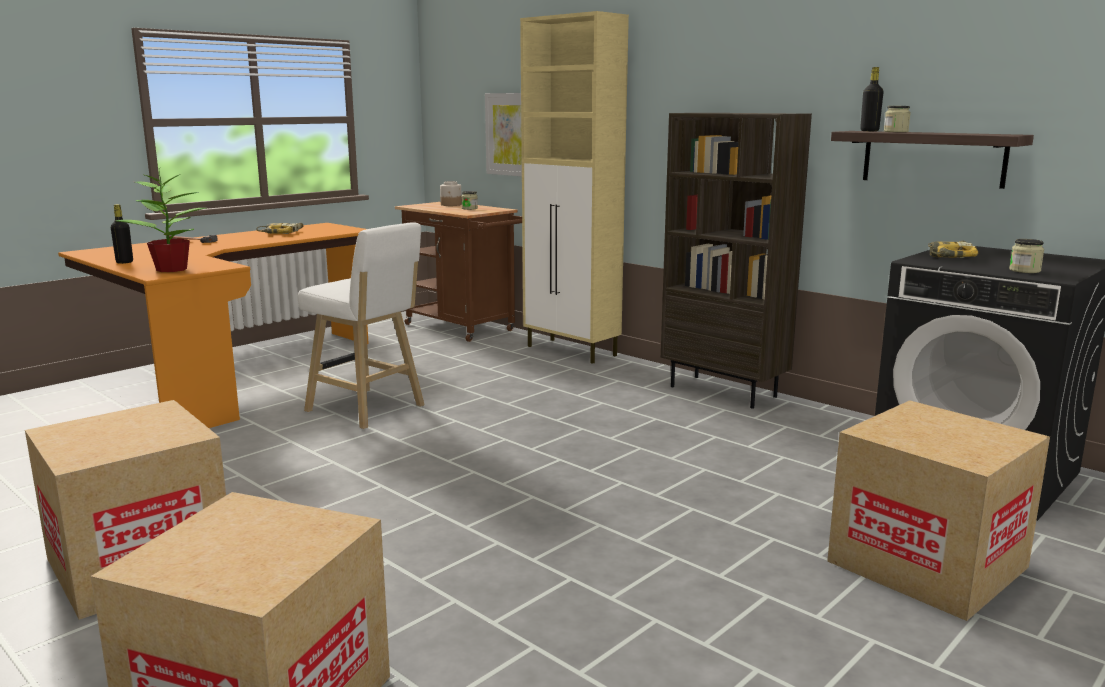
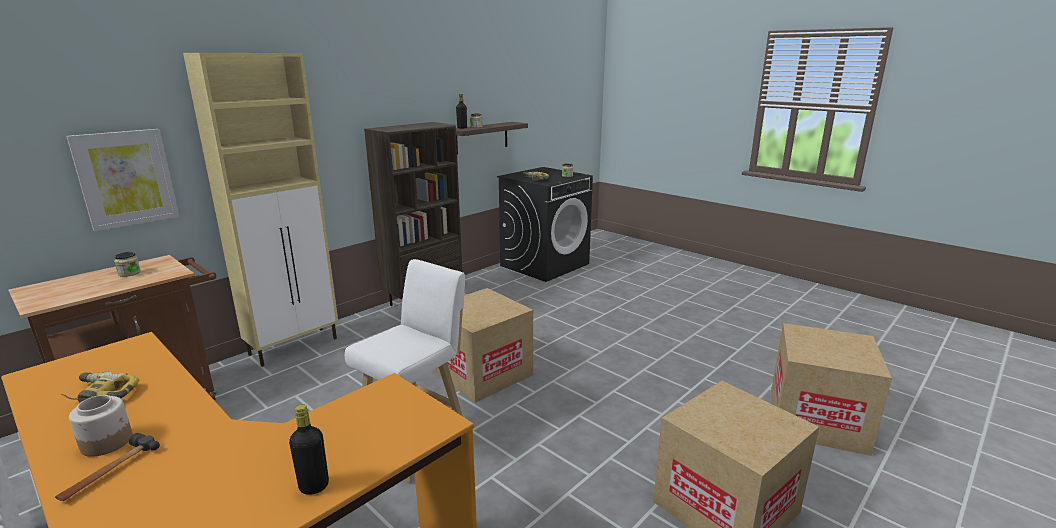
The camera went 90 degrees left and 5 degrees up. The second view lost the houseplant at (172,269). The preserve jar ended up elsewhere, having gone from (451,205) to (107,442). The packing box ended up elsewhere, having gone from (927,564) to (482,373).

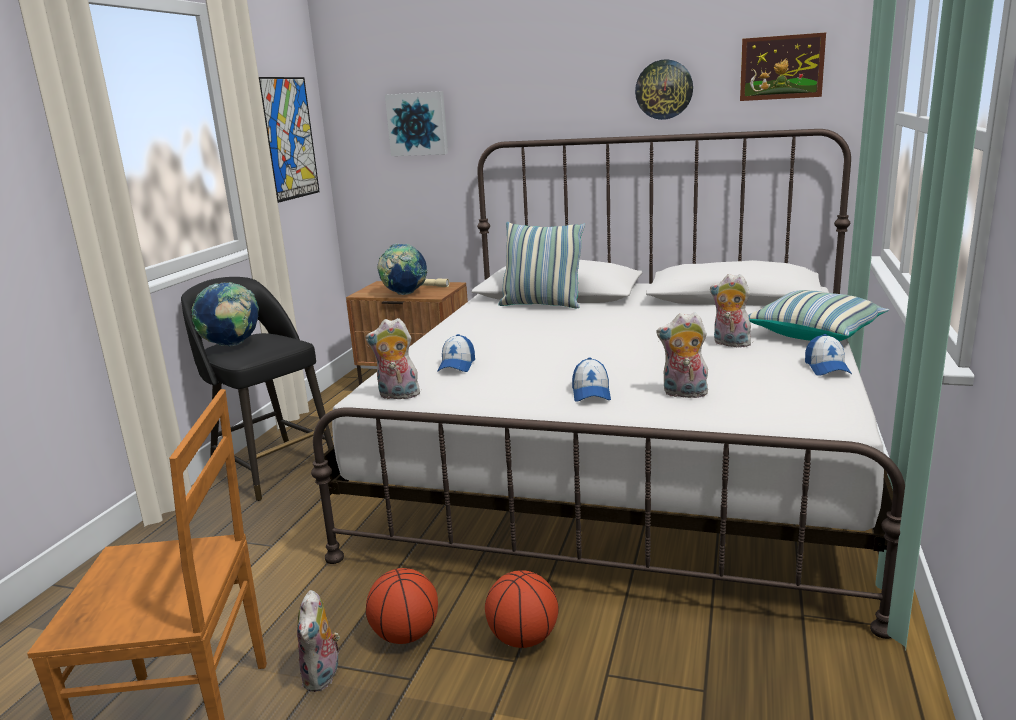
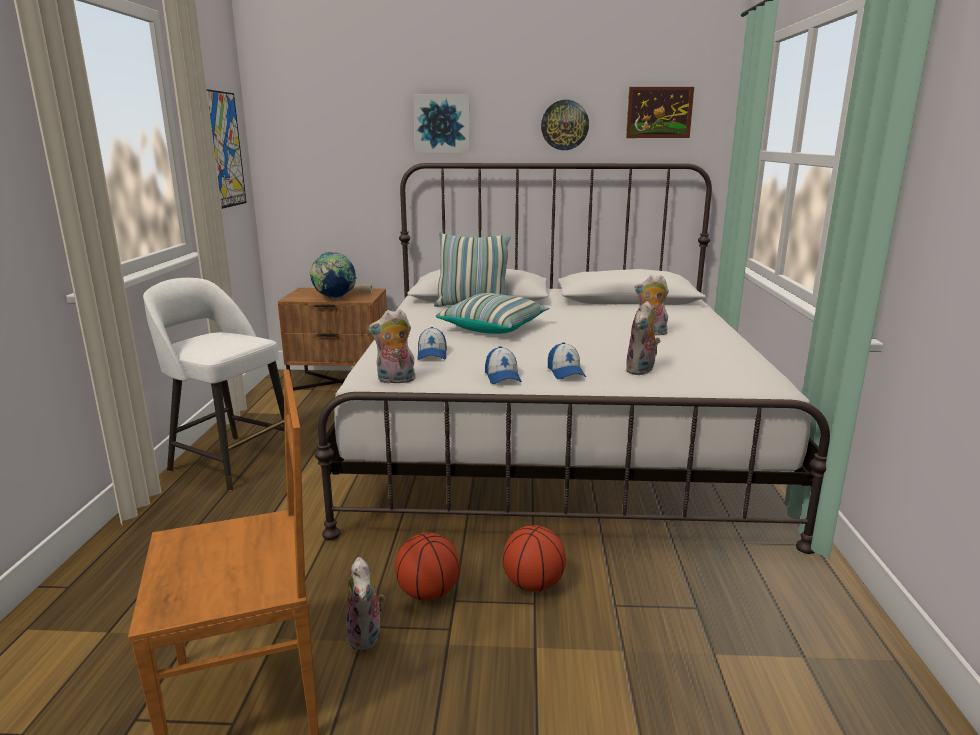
The camera went 15 degrees left and 0 degrees up. The wall picture ended up elsewhere, having gone from (418,124) to (442,123). What was the stool seat (black-coloured) at (272,468) turned into the stool seat (white) at (230,461). The second view lost the globe at (232,345). The cushion ended up elsewhere, having gone from (815,333) to (493,328). The soft toy at (683,394) ended up facing another way, 60 degrees counterclockwise from before. The baseball cap ended up elsewhere, having gone from (827,368) to (502,377).

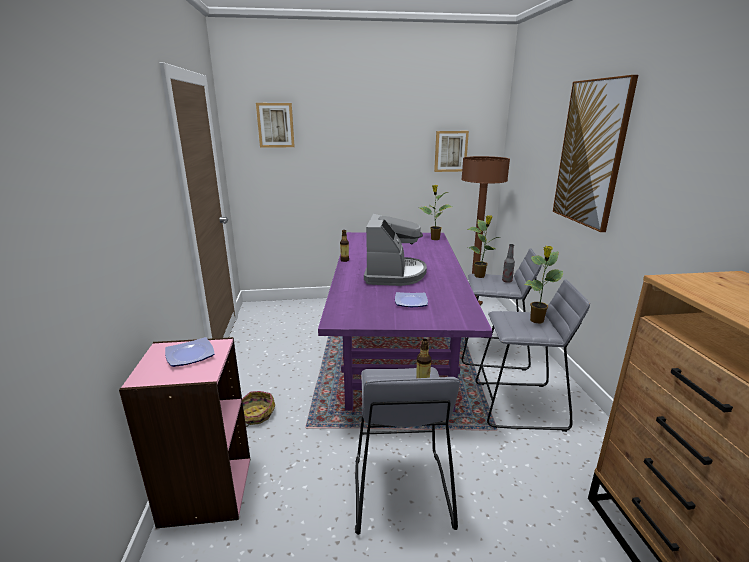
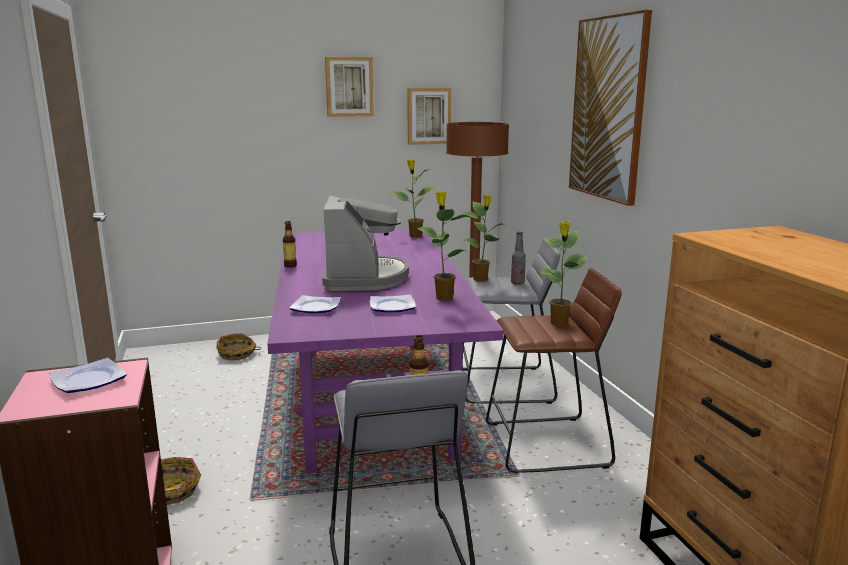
The camera went 10 degrees left and 5 degrees down. The wall picture ended up elsewhere, having gone from (275,125) to (349,87). What was the stool seat (grey) at (519,406) turned into the stool seat (brown) at (546,445). The second view gained the houseplant at (443,297). The second view gained the plate at (317,307). The second view gained the storage basket at (237,354).

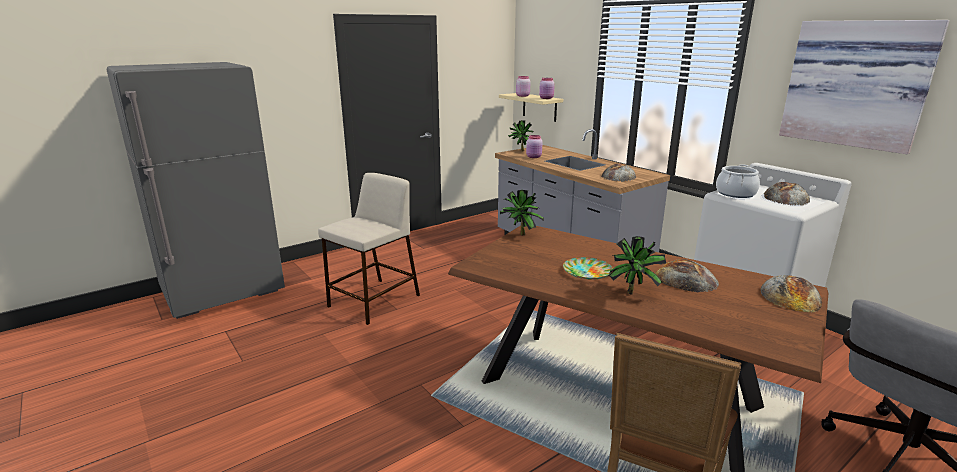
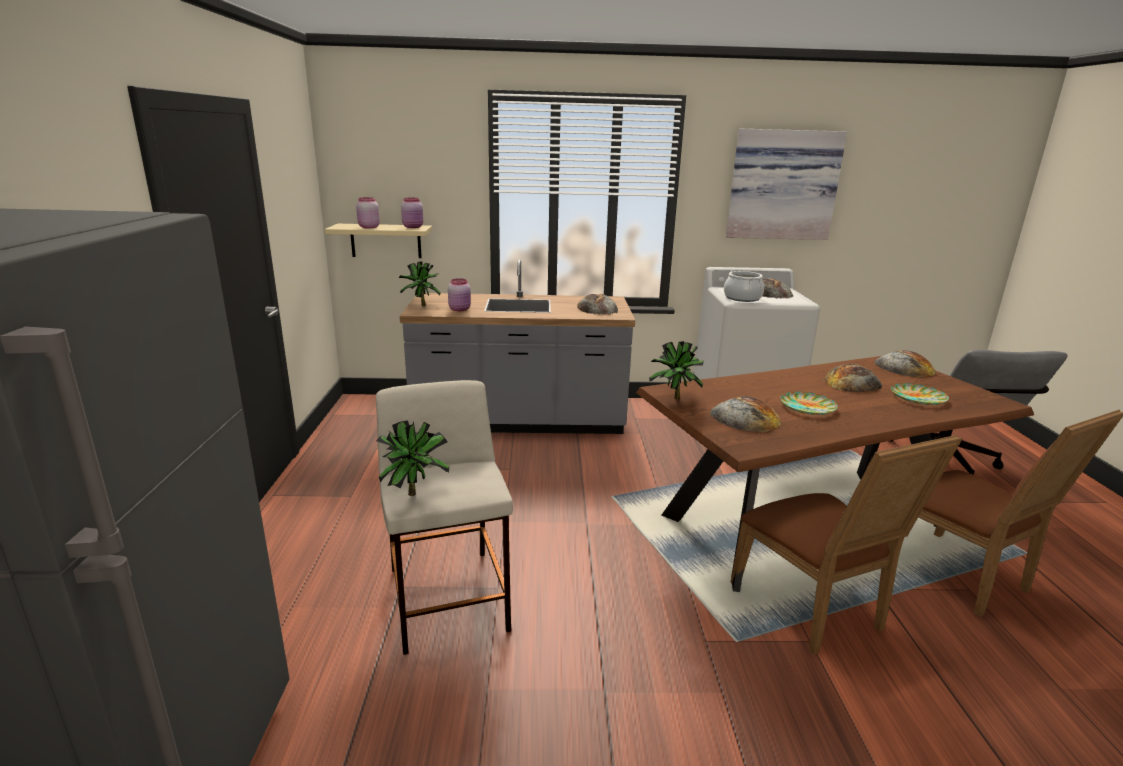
The camera went 55 degrees left and 0 degrees up. The houseplant ended up elsewhere, having gone from (633,292) to (415,492). The second view gained the plate at (918,398). The second view gained the bread at (745,418). The second view gained the plain chair (brown) at (813,609).

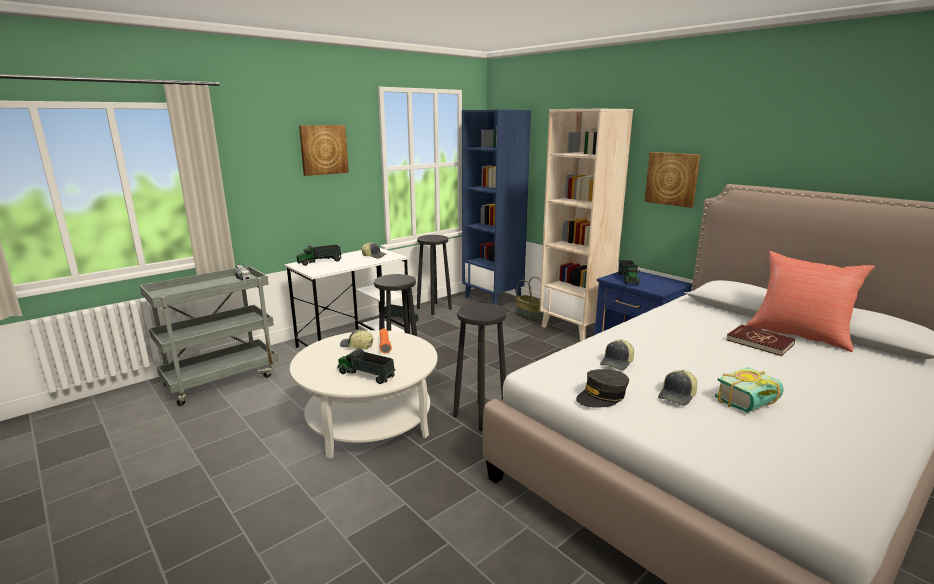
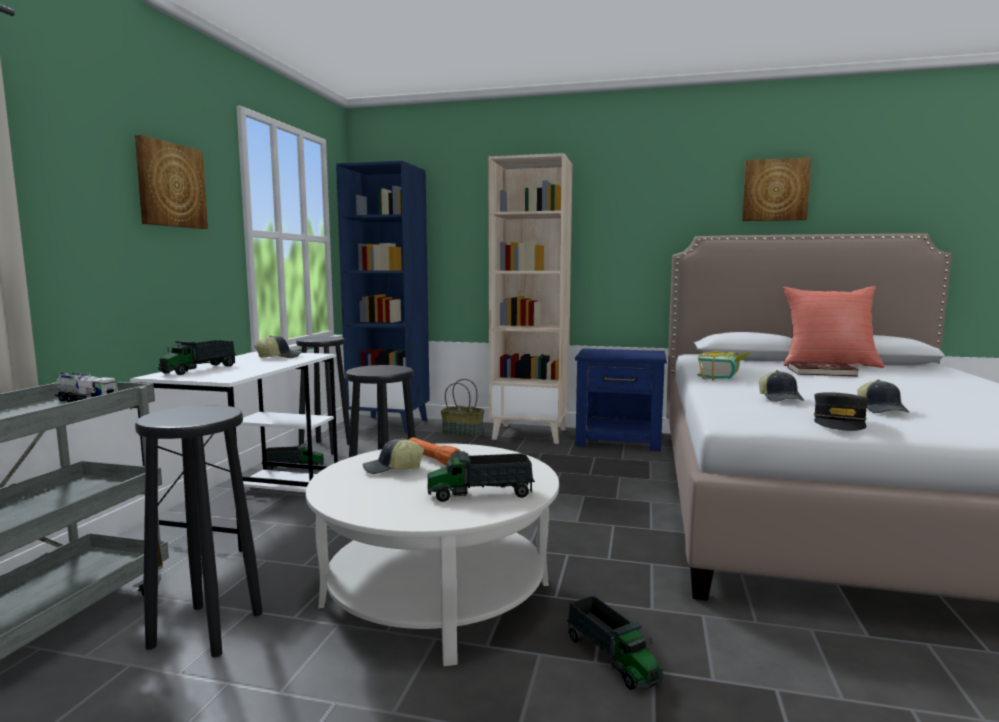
The camera went 35 degrees left and 10 degrees down. The wall picture ended up elsewhere, having gone from (672,179) to (775,190). The model truck ended up elsewhere, having gone from (628,279) to (612,658). The stool seat (black-coloured) ended up elsewhere, having gone from (481,416) to (208,629). The book ended up elsewhere, having gone from (752,404) to (723,377).

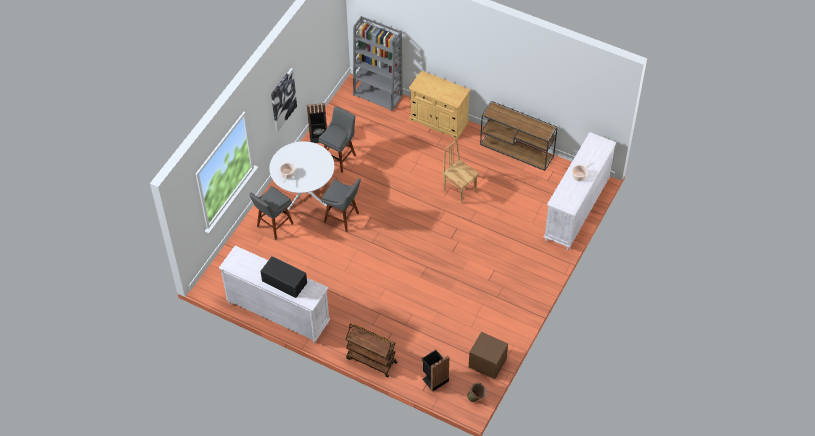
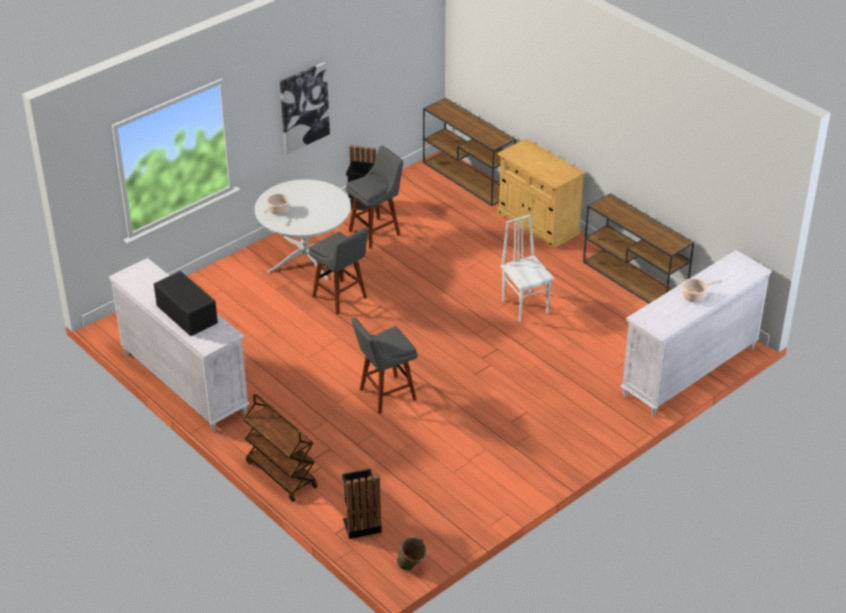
The camera went 20 degrees right and 15 degrees down. Where the bookcase (grey) stood at (378,95), the hall table (brown) came to stand at (468,178). What was the plain chair (brown) at (459,190) turned into the plain chair (white) at (525,306). The stool seat (grey) ended up elsewhere, having gone from (273,226) to (384,395). The second view lost the night table (brown) at (487,363).

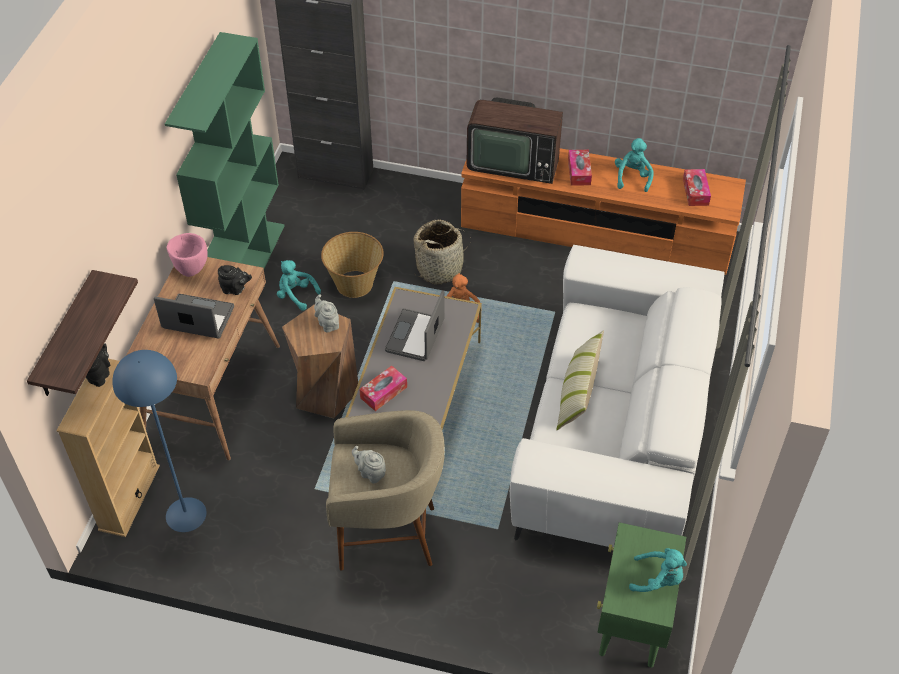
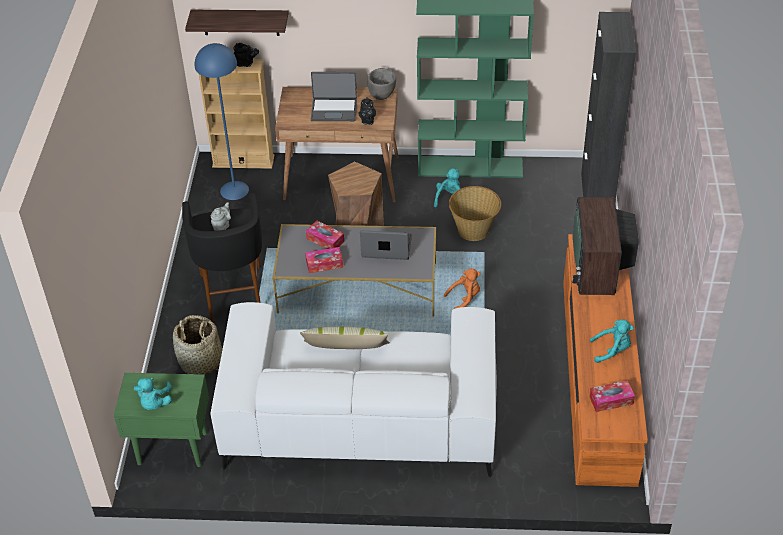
The camera went 80 degrees right and 5 degrees down. The box of tissues ended up elsewhere, having gone from (579,172) to (324,264). The storage basket ended up elsewhere, having gone from (440,268) to (201,361). What was the bowl (pinkish) at (191,268) turned into the bowl (grey) at (382,96). The notebook computer at (197,319) ended up facing another way, 90 degrees clockwise from before. The second view lost the tea pot (grey) at (327,323). What was the stool seat (sand-coloured) at (388,535) turned into the stool seat (black-coloured) at (233,294).

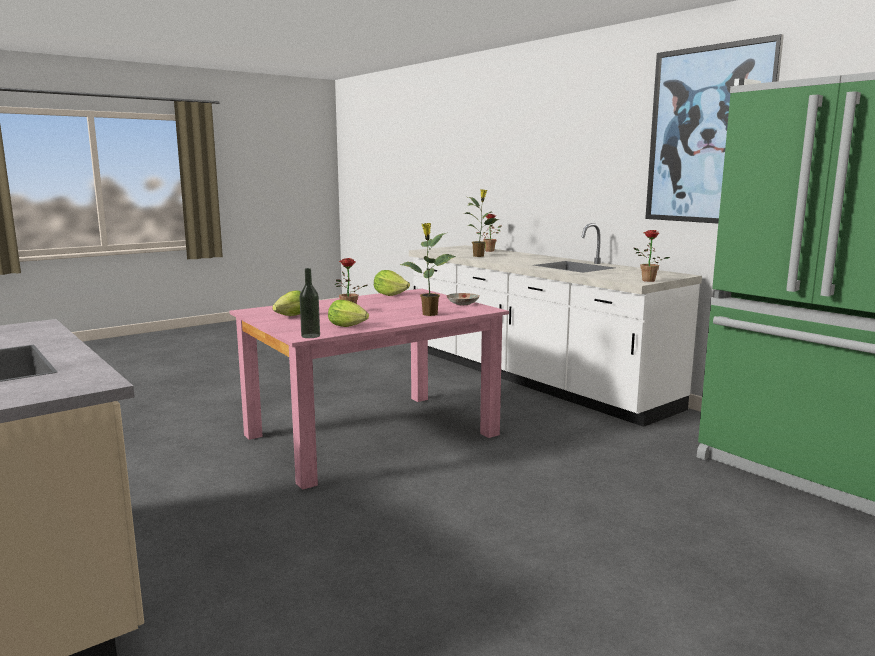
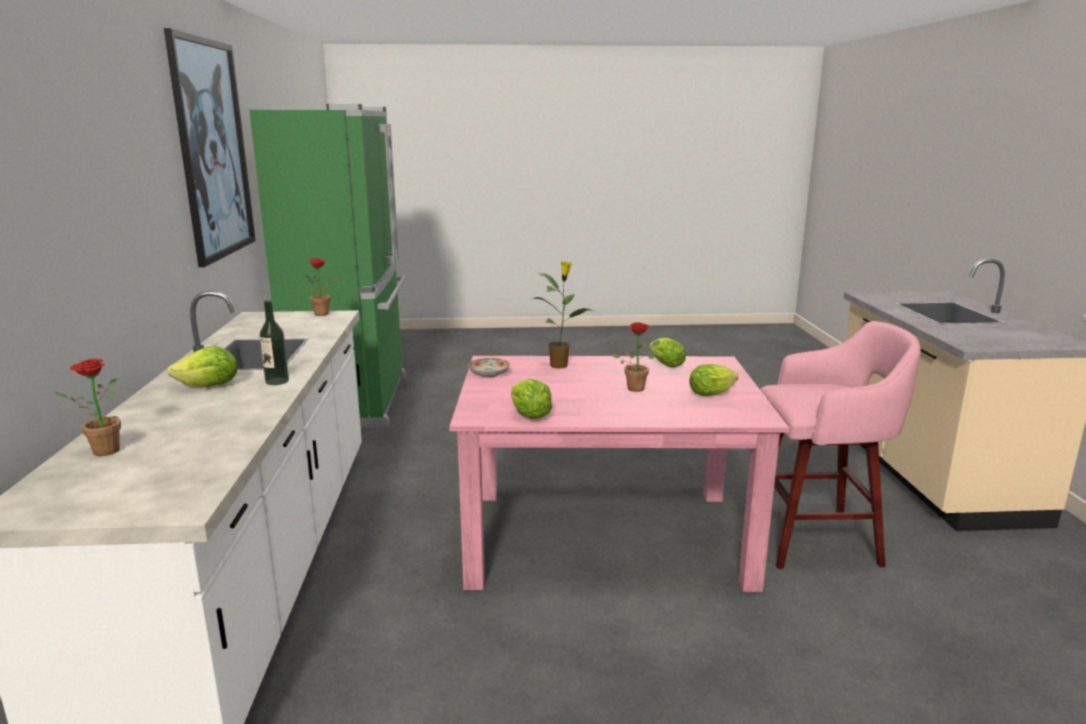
The camera went 145 degrees left and 5 degrees up. The second view lost the houseplant at (479,256). The bottle ended up elsewhere, having gone from (310,336) to (277,381). The second view gained the stool seat (pinkish) at (817,539). The second view gained the head of lettuce at (209,386).

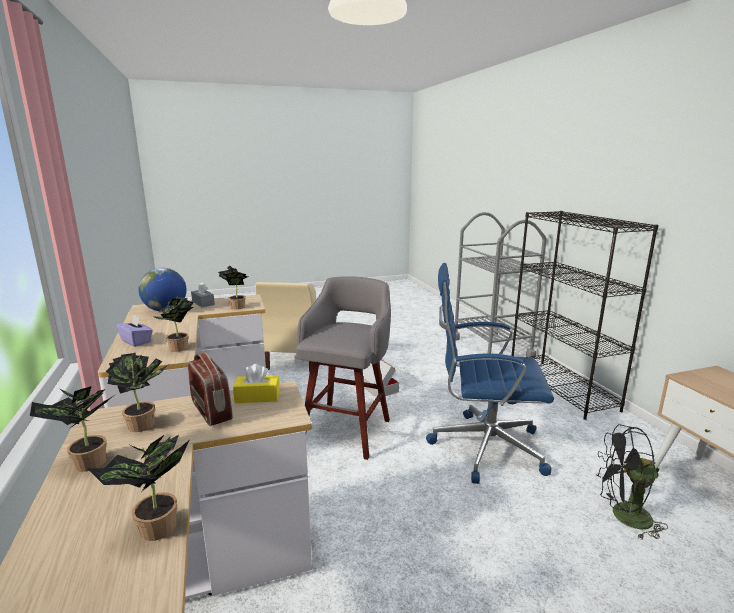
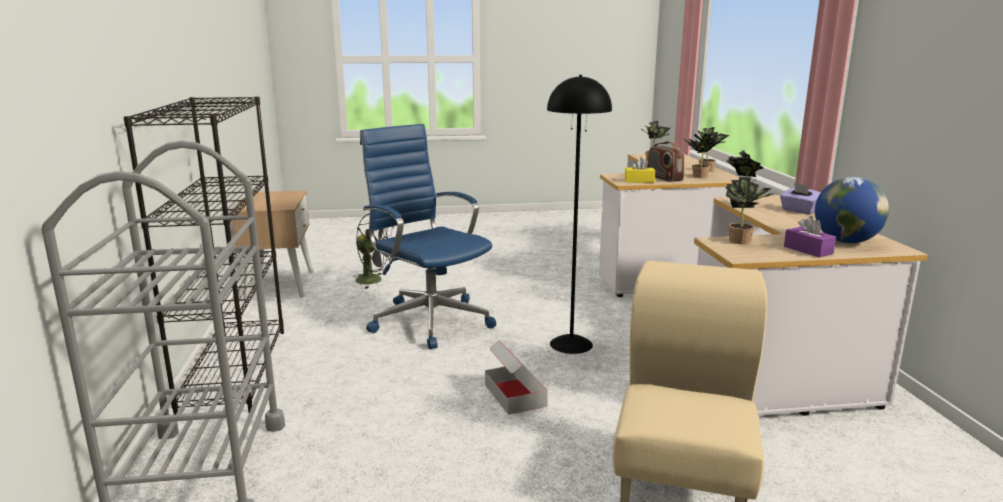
The camera went 170 degrees left and 0 degrees up. The office chair (blue-coloured) at (483,447) ended up facing another way, 150 degrees counterclockwise from before. Where the stool seat (grey) stood at (347,430), the floor lamp (black-coloured) came to stand at (570,344). What was the box of tissues (grey) at (203,303) turned into the box of tissues (purplish) at (808,250).

